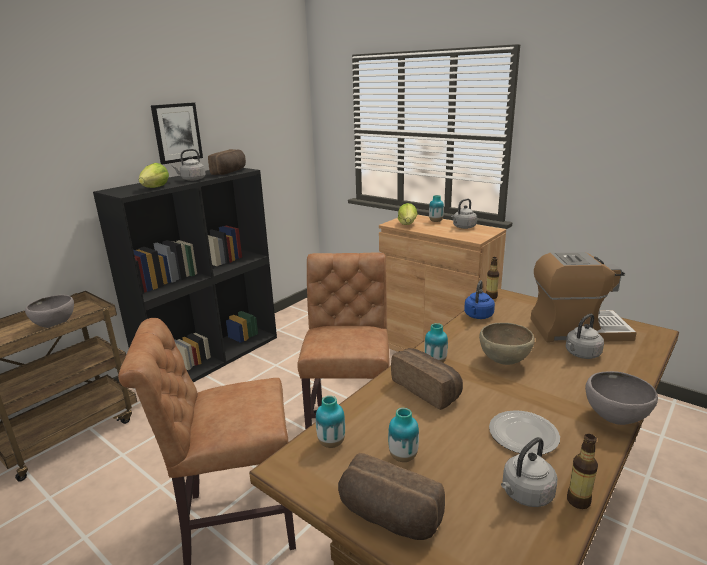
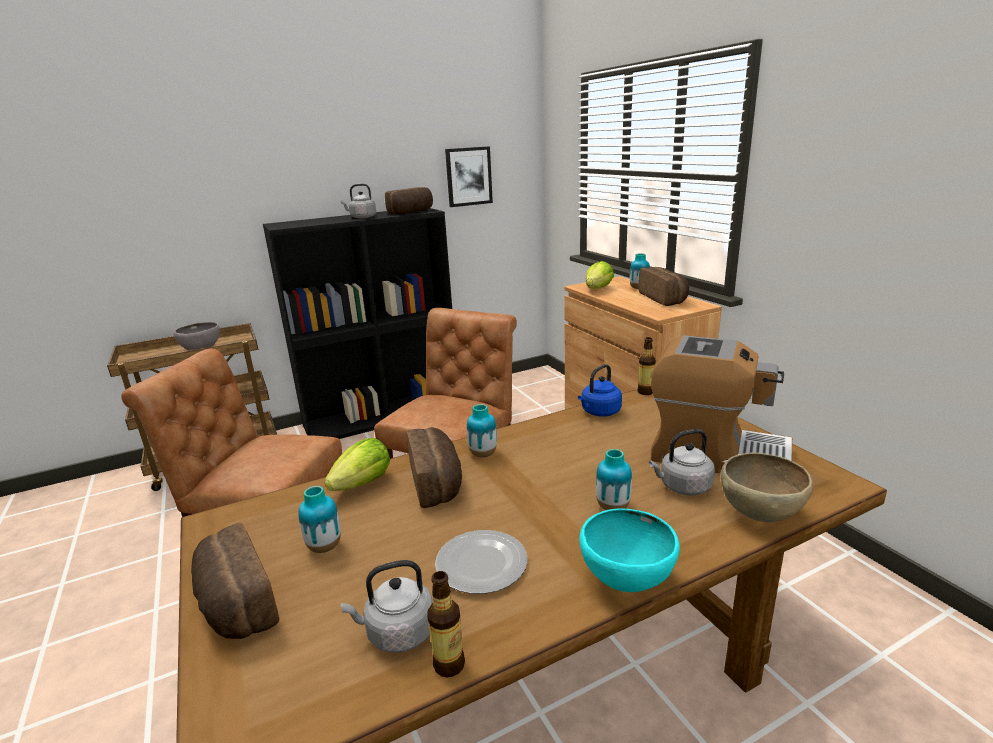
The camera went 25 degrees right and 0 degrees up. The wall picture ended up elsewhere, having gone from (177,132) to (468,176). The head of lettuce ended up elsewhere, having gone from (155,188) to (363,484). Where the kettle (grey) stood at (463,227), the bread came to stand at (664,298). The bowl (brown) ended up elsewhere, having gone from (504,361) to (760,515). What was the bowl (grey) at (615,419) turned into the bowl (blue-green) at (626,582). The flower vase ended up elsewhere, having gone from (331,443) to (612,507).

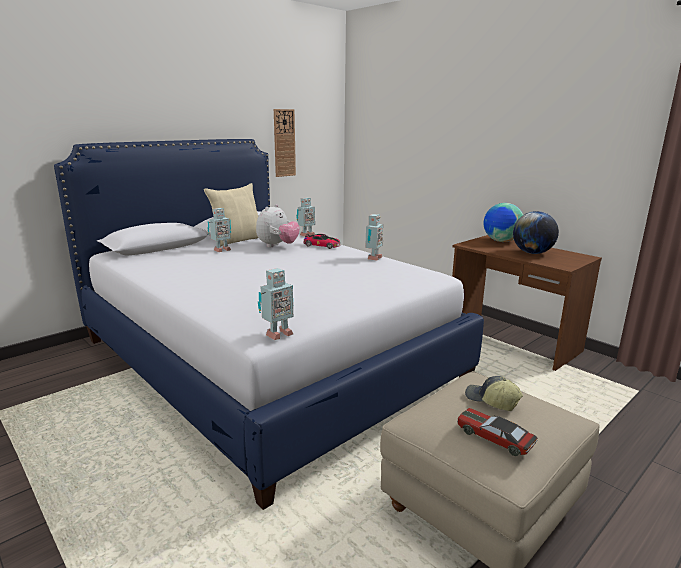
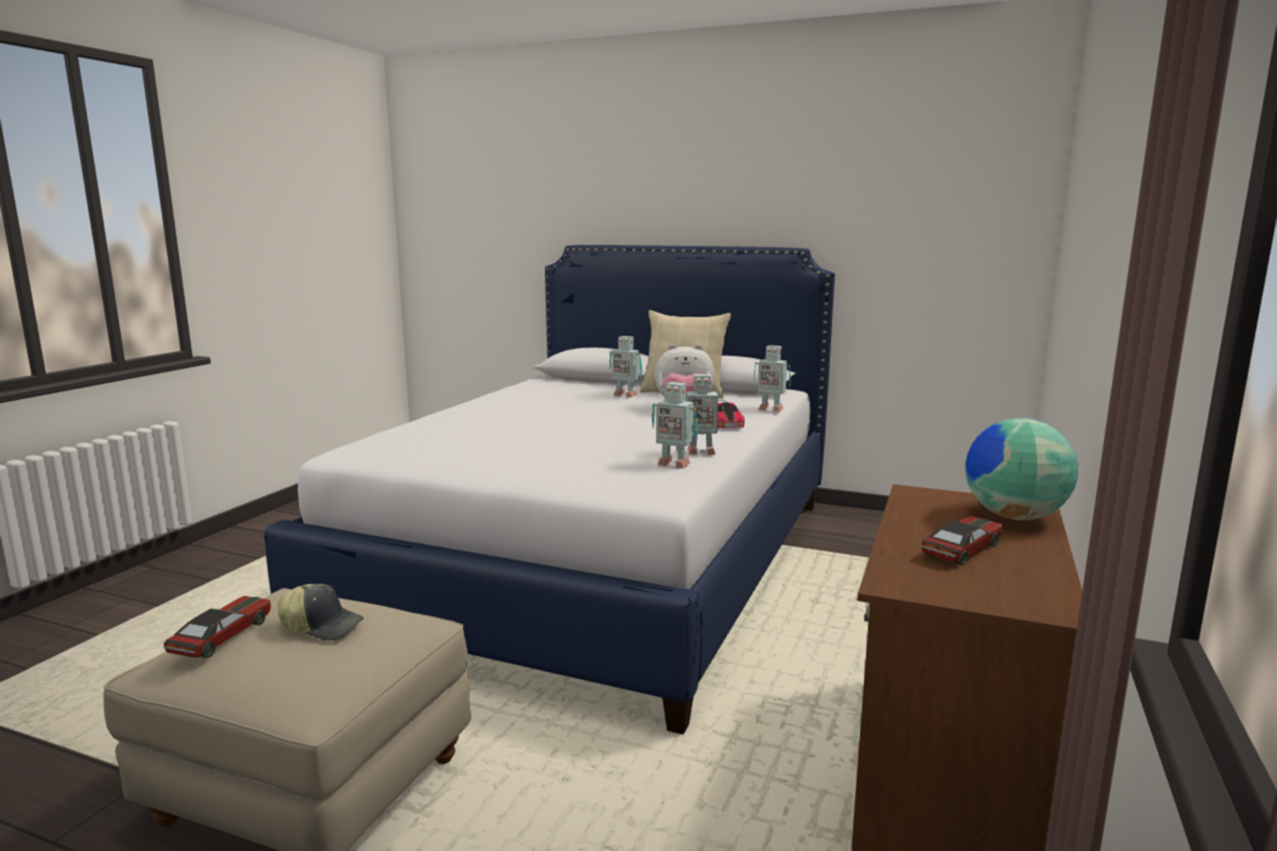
The camera went 65 degrees right and 5 degrees down. The second view lost the hanging clock at (284,143). Where the globe stood at (532,253), the model car came to stand at (961,549). The model robot ended up elsewhere, having gone from (277,334) to (674,464). The baseball cap at (491,401) ended up facing another way, 90 degrees clockwise from before.

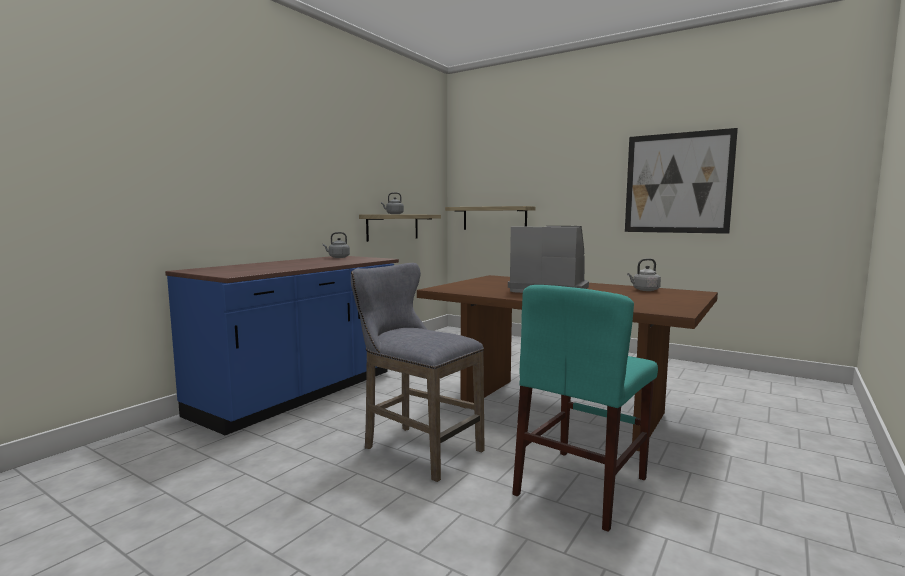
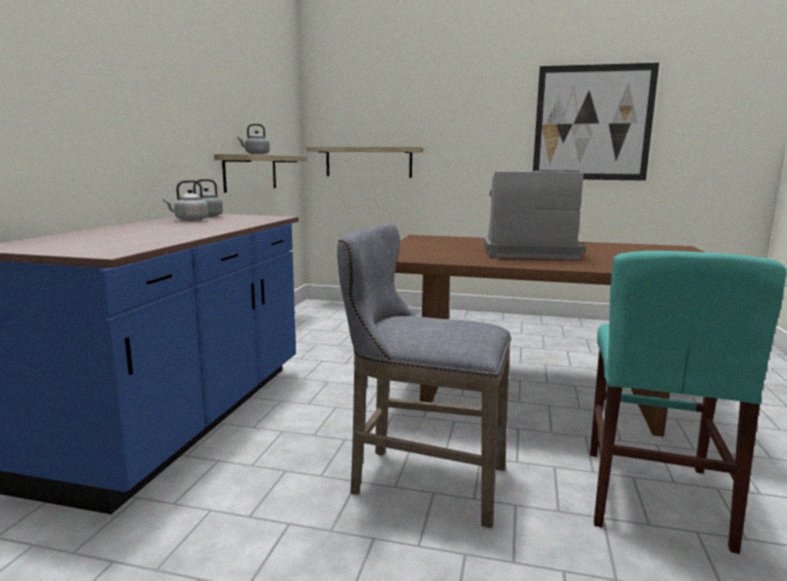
The camera went 20 degrees left and 5 degrees up. The kettle (grey) ended up elsewhere, having gone from (644,290) to (189,220).

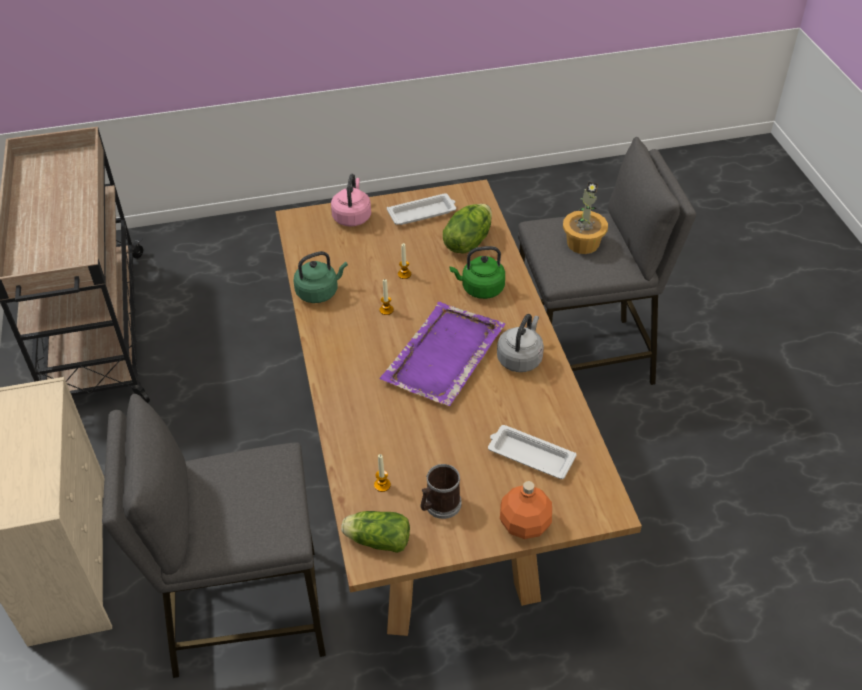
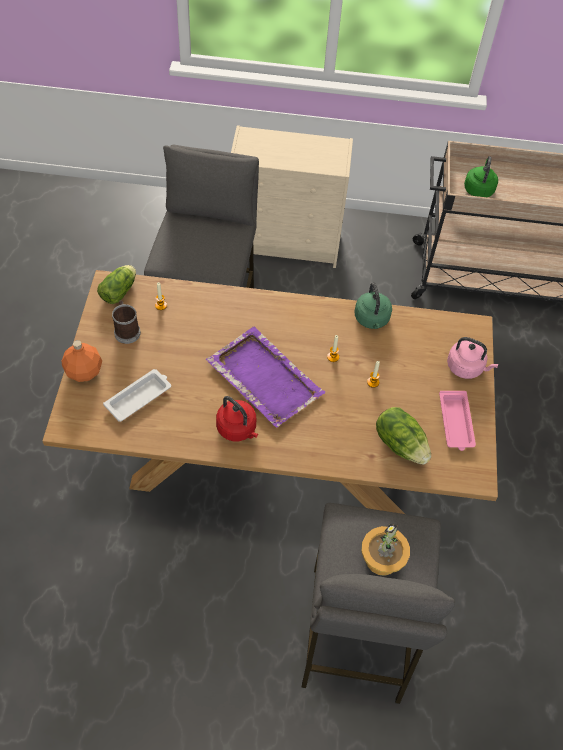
The camera went 105 degrees right and 10 degrees up. What was the serving tray (white) at (423,213) turned into the serving tray (pinkish) at (456,423). The kettle (green-coloured) ended up elsewhere, having gone from (480,289) to (479,189). What was the kettle (grey) at (520,358) turned into the kettle (red) at (238,429).

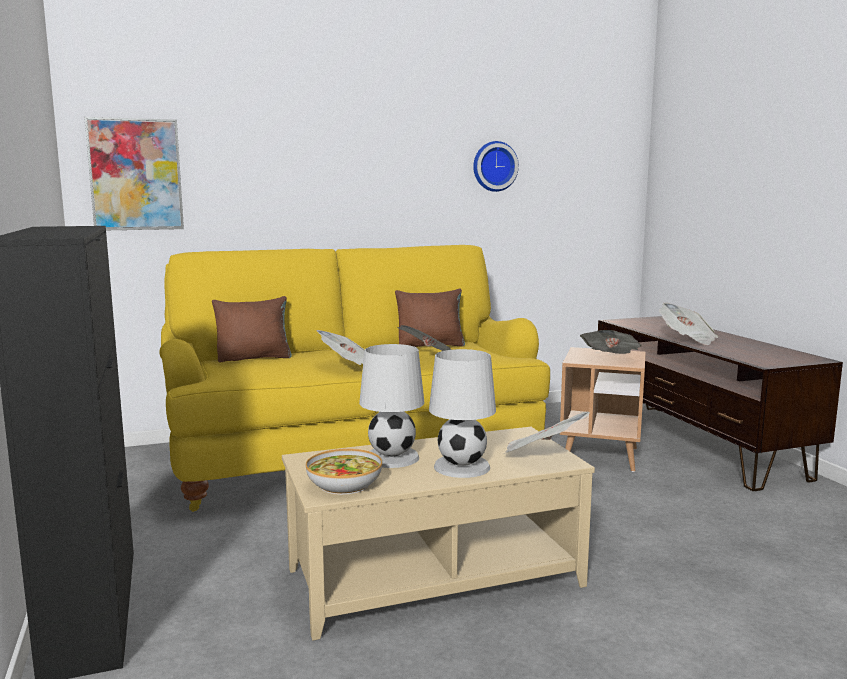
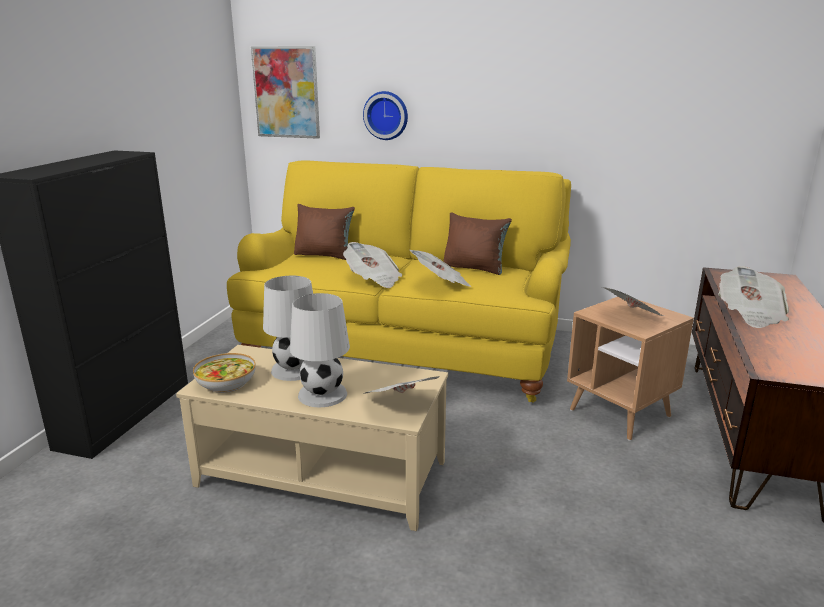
The camera went 35 degrees right and 10 degrees up. The hanging clock ended up elsewhere, having gone from (494,166) to (386,115).

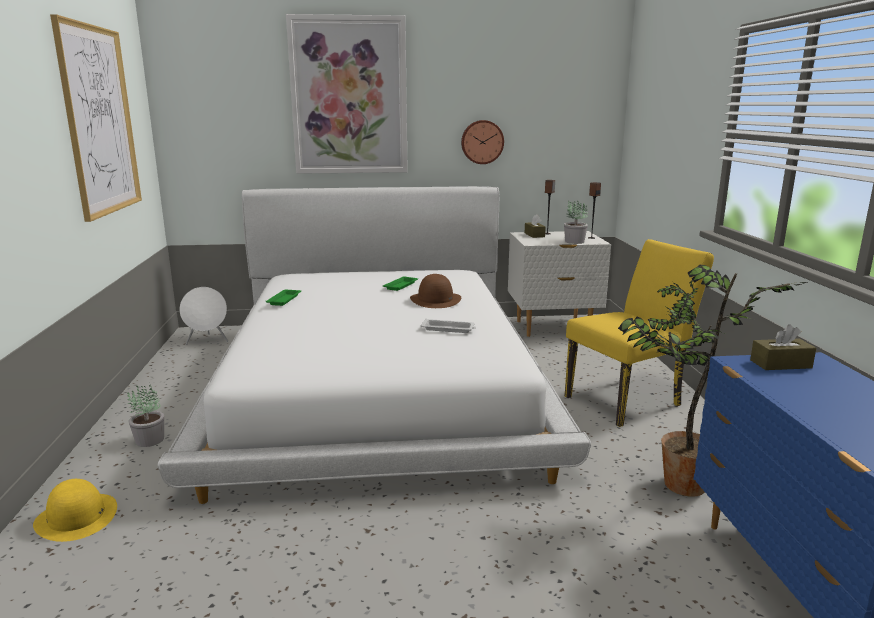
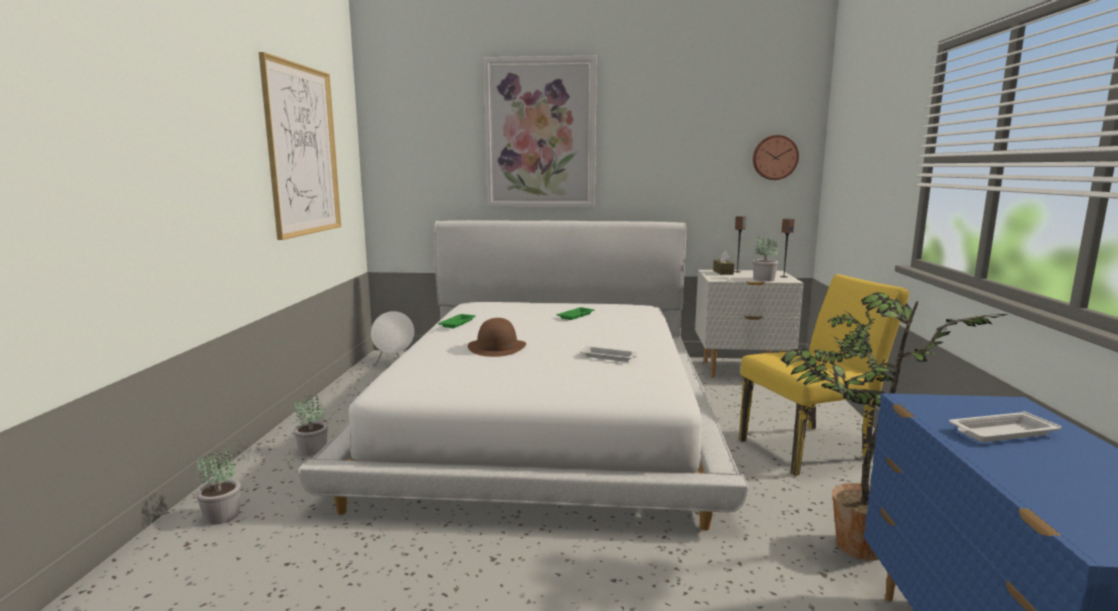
The camera went 10 degrees right and 5 degrees down. The hanging clock ended up elsewhere, having gone from (482,142) to (774,157). The hat (brown) ended up elsewhere, having gone from (435,300) to (497,347). The second view lost the box of tissues (brown) at (780,364). Where the hat (yellow) stood at (77,517), the houseplant came to stand at (222,515). The second view gained the serving tray (white) at (1000,433).

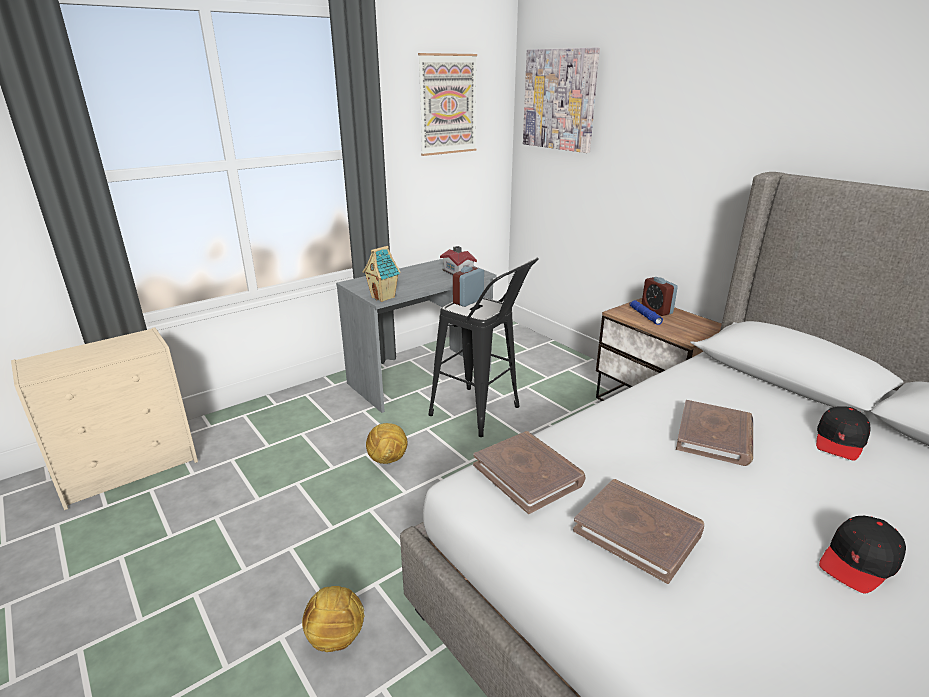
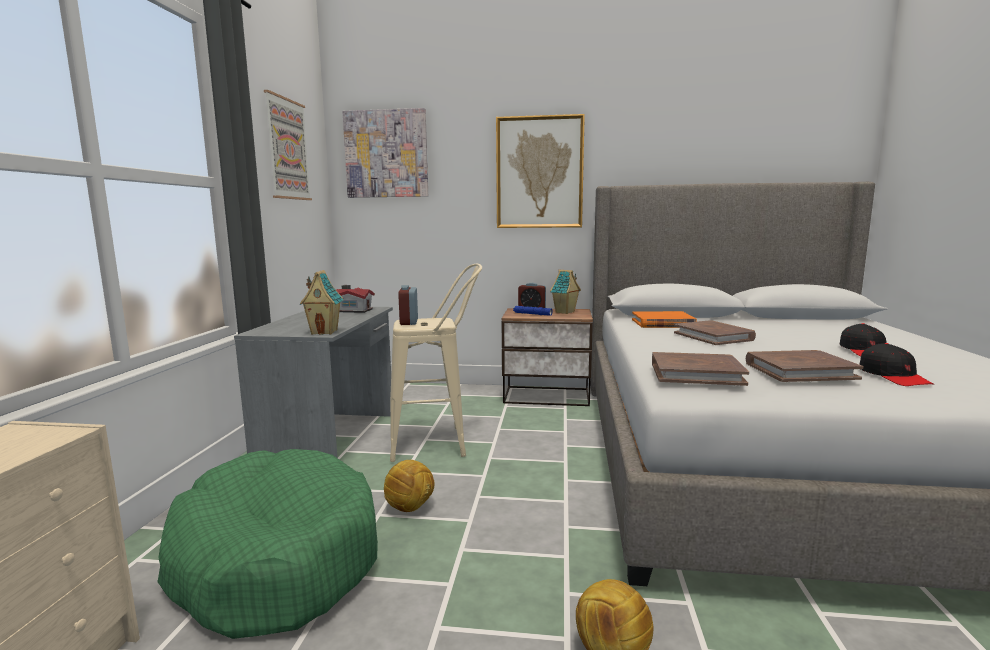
The camera went 45 degrees left and 15 degrees down. What was the stool seat (black-coloured) at (482,414) turned into the stool seat (sand-coloured) at (438,443). The baseball cap (black-coloured) ended up elsewhere, having gone from (840,441) to (893,376). The second view gained the wall picture at (539,173). The second view gained the miniature house at (565,312). The second view gained the book (orange-coloured) at (663,323). The second view gained the dog cushion (green-coloured) at (275,559).

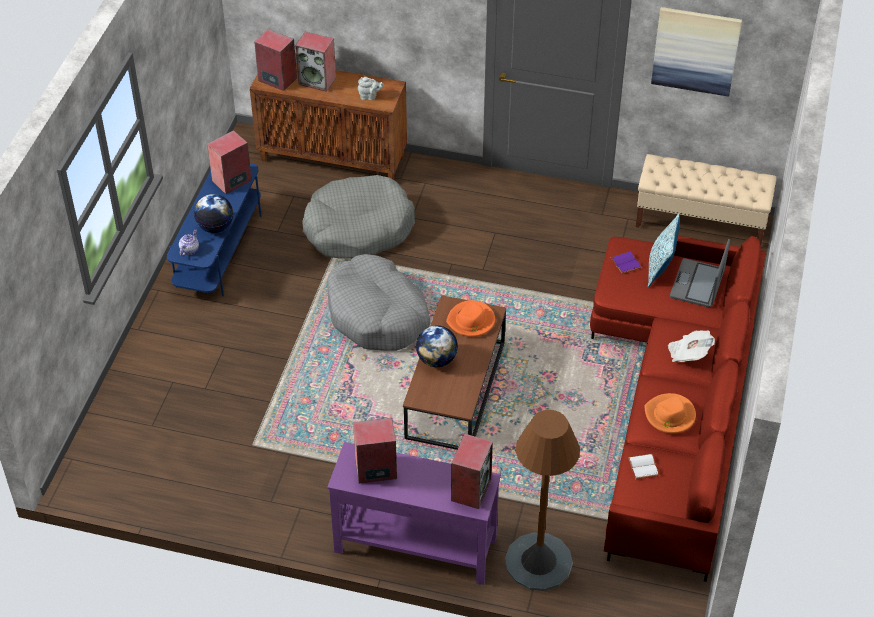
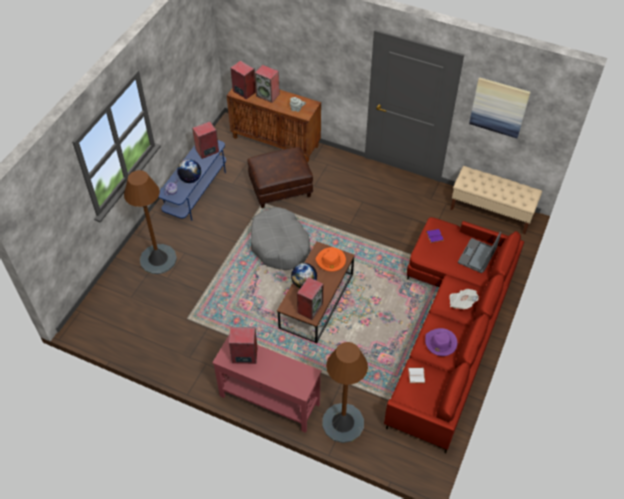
The camera went 10 degrees right and 5 degrees up. Where the dog cushion (grey) stood at (358,228), the footrest (brown) came to stand at (281,188). The second view lost the cushion at (660,268). What was the hat (orange-coloured) at (670,416) turned into the hat (purplish) at (440,343). The speaker ended up elsewhere, having gone from (470,489) to (310,308). What was the hall table (purplish) at (414,545) turned into the hall table (red) at (269,399). The second view gained the floor lamp (brown) at (158,259).

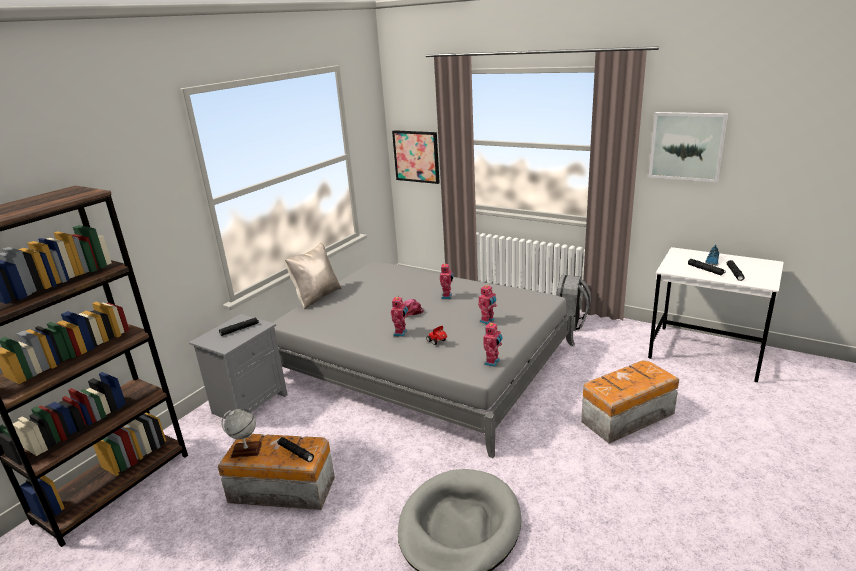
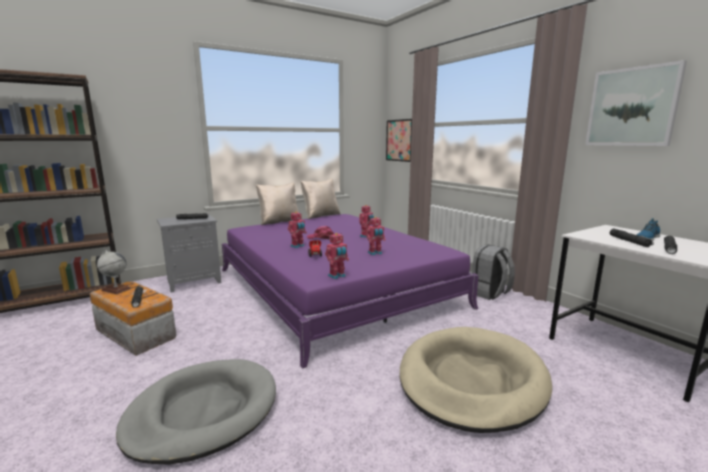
The camera went 25 degrees right and 10 degrees down. What was the bed (grey) at (422,361) turned into the bed (purplish) at (334,287). Where the storage box stood at (625,417), the dog cushion (sand-coloured) came to stand at (471,380). The second view gained the cushion (sand-coloured) at (320,216).

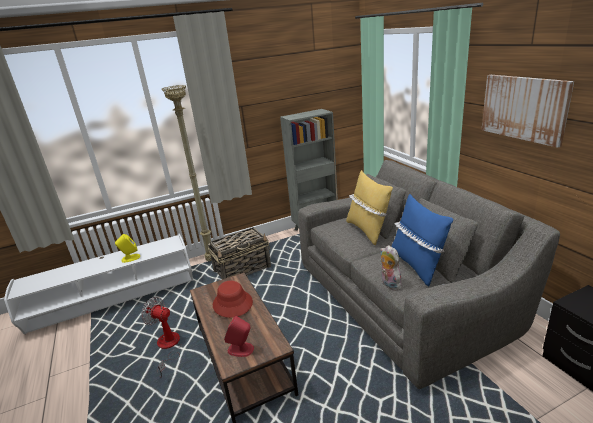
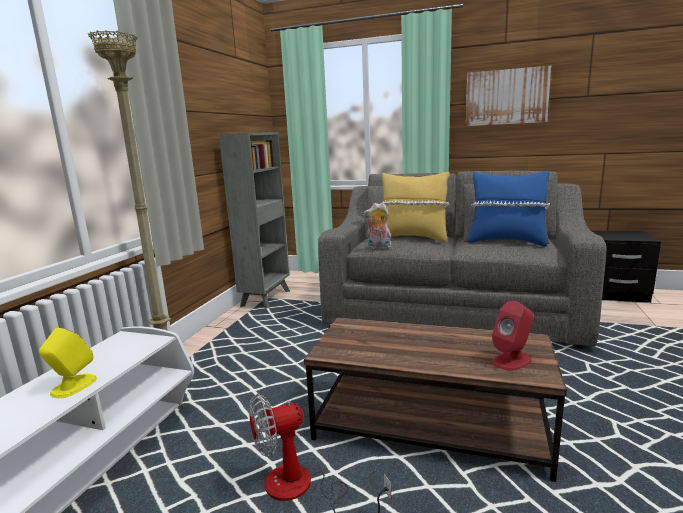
The camera went 50 degrees left and 10 degrees down. The second view lost the storage basket at (243,269). The soft toy ended up elsewhere, having gone from (389,284) to (378,248). The second view lost the hat (red) at (232,304).

